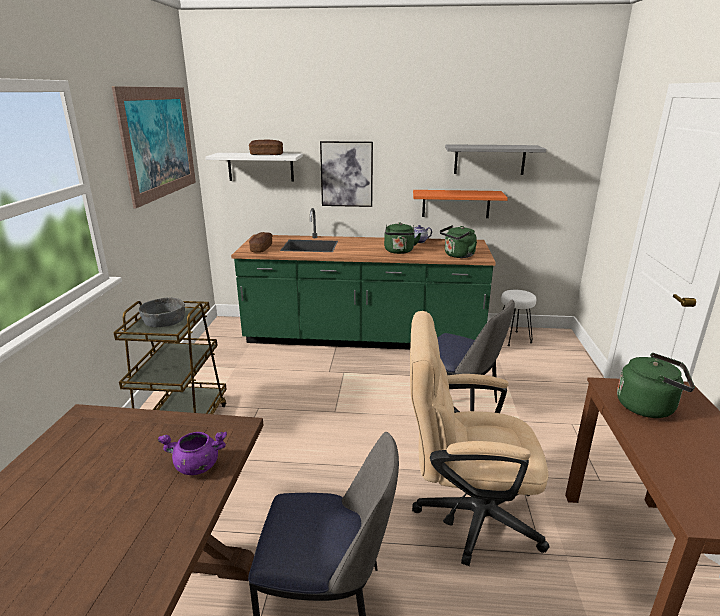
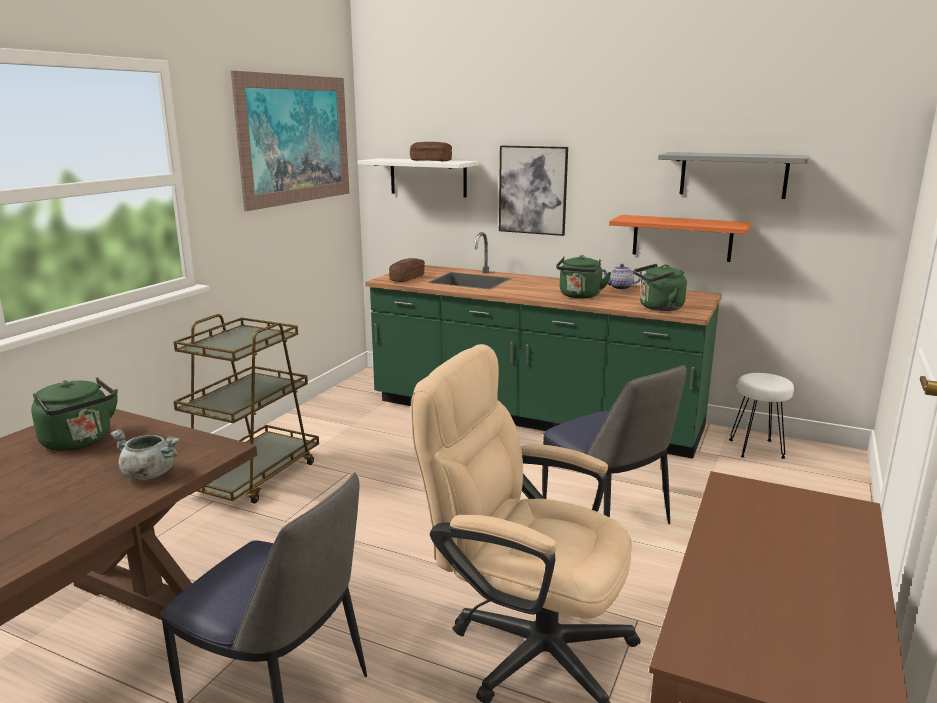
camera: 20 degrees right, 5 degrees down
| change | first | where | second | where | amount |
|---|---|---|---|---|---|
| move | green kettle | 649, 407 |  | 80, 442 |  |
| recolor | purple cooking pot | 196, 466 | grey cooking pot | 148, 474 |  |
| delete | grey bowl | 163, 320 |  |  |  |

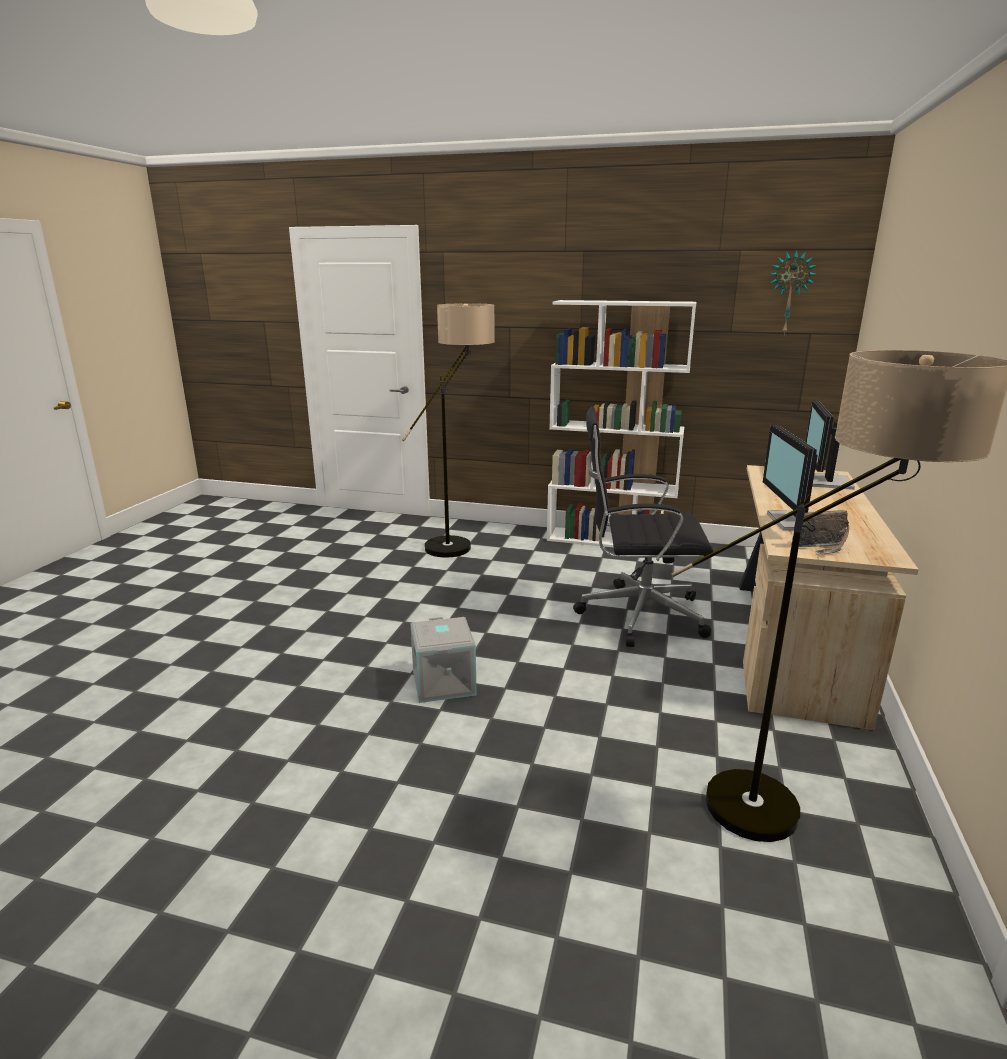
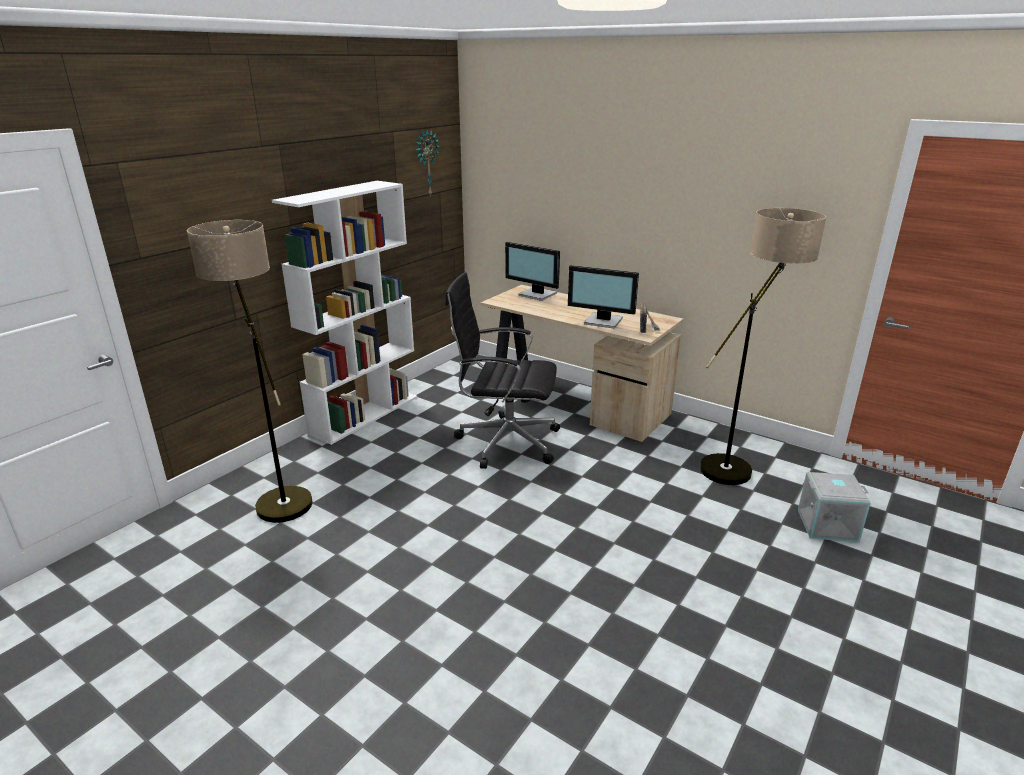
camera: 70 degrees left, 5 degrees up
| change | first | where | second | where | amount |
|---|---|---|---|---|---|
| rotate | black office chair | 637, 614 |  | 505, 441 | 75 degrees clockwise |
| move | grey storage box | 445, 683 |  | 827, 524 |  |

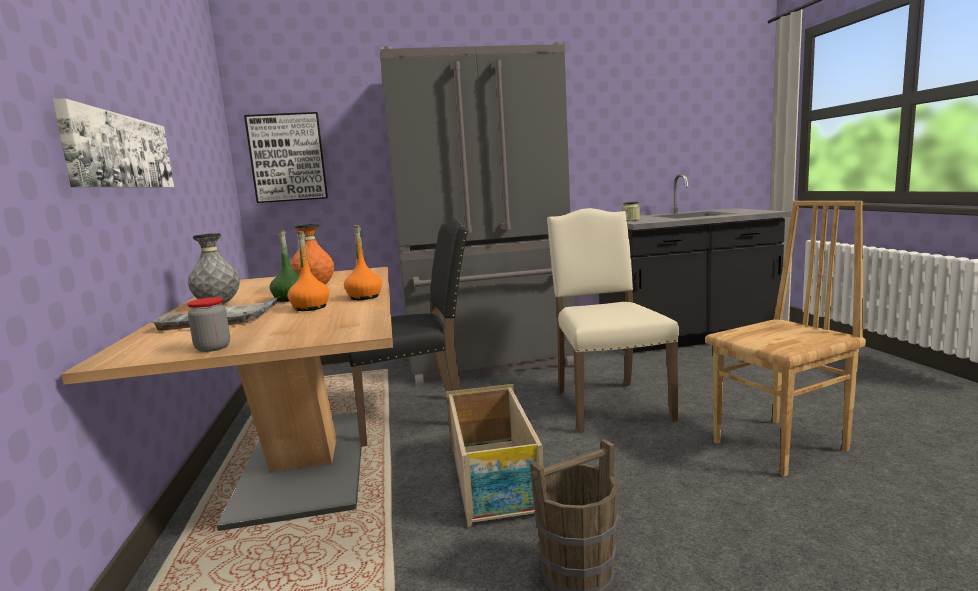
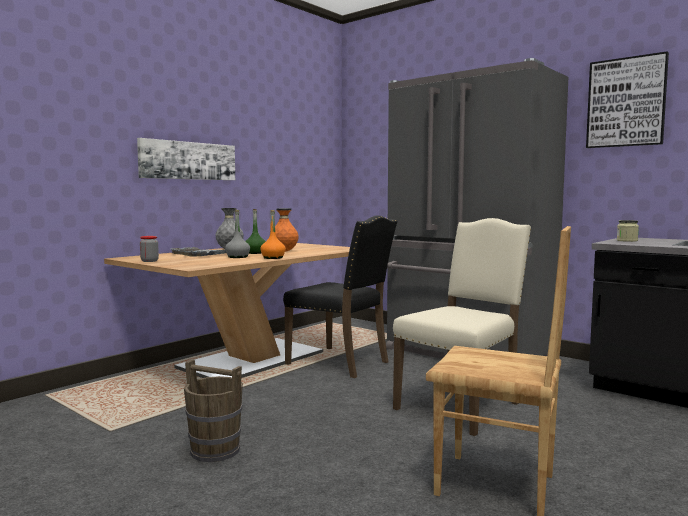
camera: 50 degrees right, 5 degrees down
| change | first | where | second | where | amount |
|---|---|---|---|---|---|
| recolor | orange bottle | 310, 307 | grey bottle | 238, 257 |  |
| move | picture | 287, 158 |  | 626, 102 |  |
| delete | crate | 494, 480 |  |  |  |

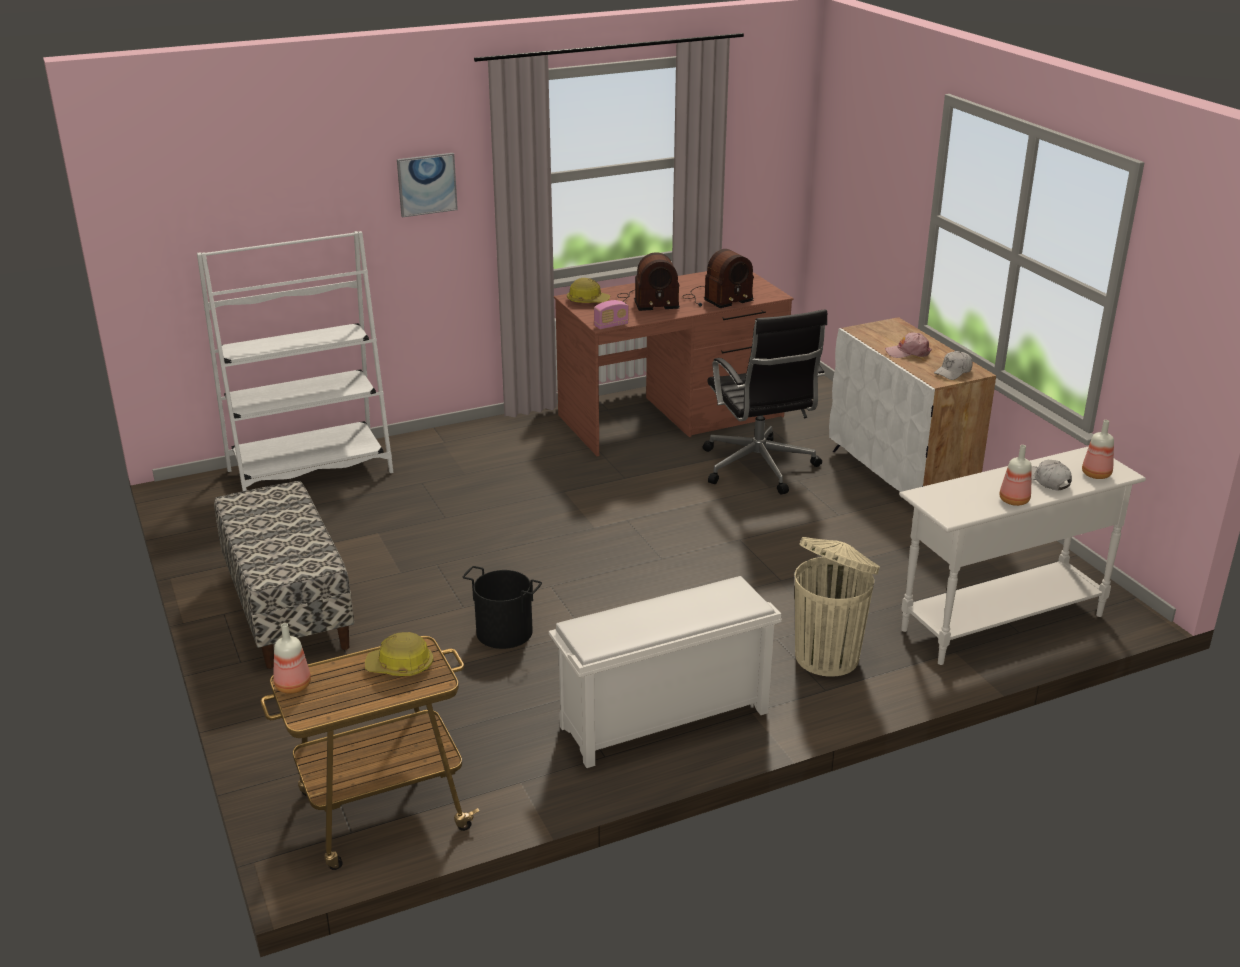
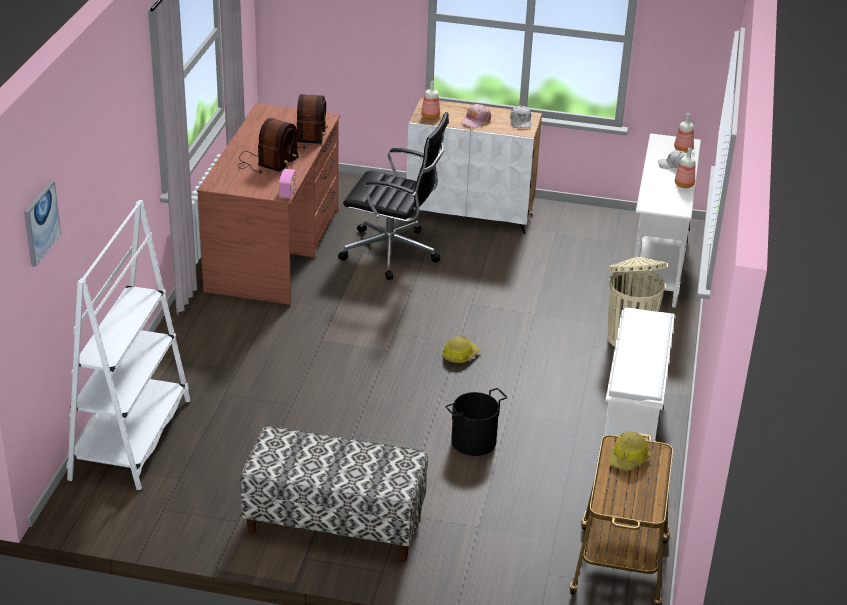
camera: 55 degrees left, 5 degrees up
| change | first | where | second | where | amount |
|---|---|---|---|---|---|
| move | picture | 427, 184 |  | 41, 223 |  |
| move | bottle | 292, 686 |  | 430, 117 |  |
| move | hard hat | 587, 301 |  | 460, 355 |  |

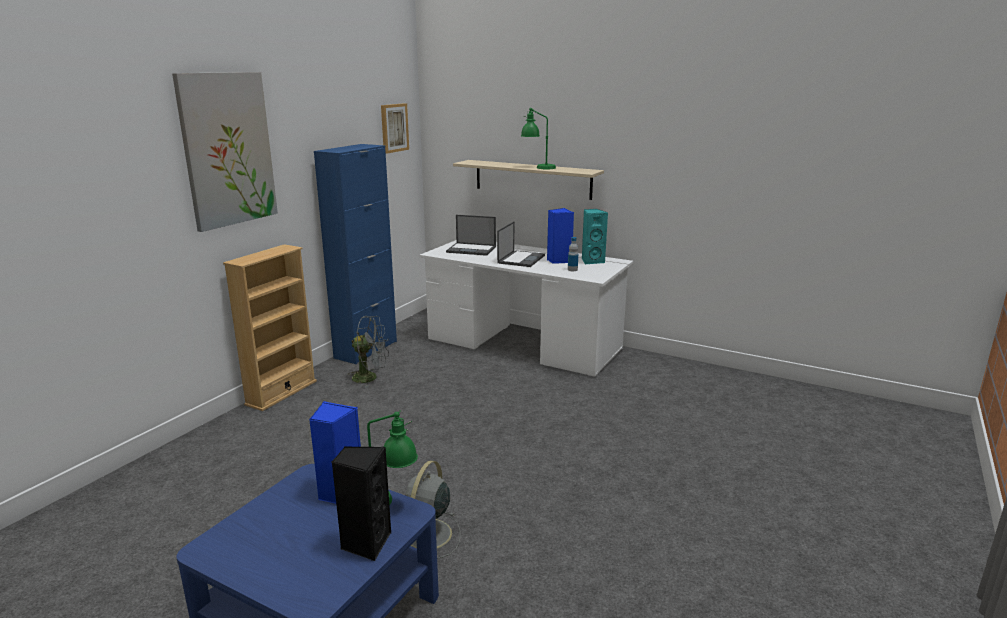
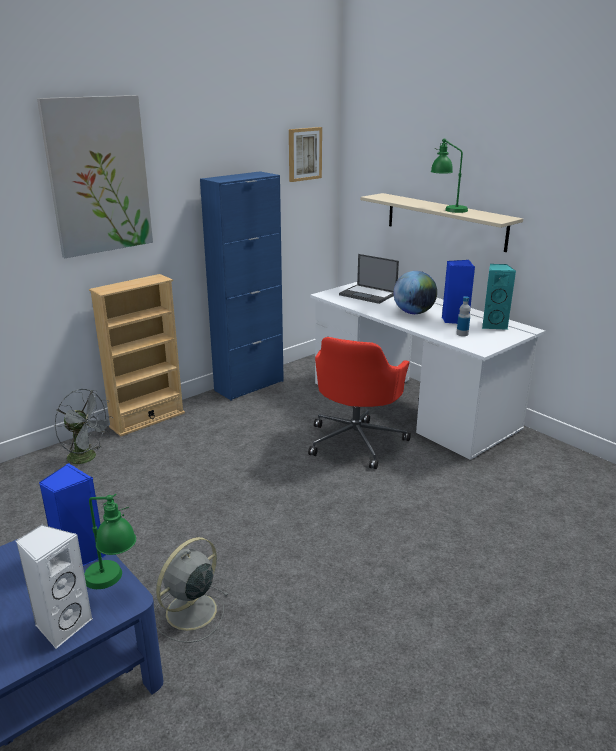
camera: 20 degrees right, 5 degrees up
| change | first | where | second | where | amount |
|---|---|---|---|---|---|
| recolor | black speaker | 365, 543 | white speaker | 62, 625 |  |
| move | grey fan | 370, 378 |  | 87, 458 |  |
| insert |  |  | red office chair | 356, 441 |  |
| replace | laptop | 521, 259 | globe | 413, 313 |  |

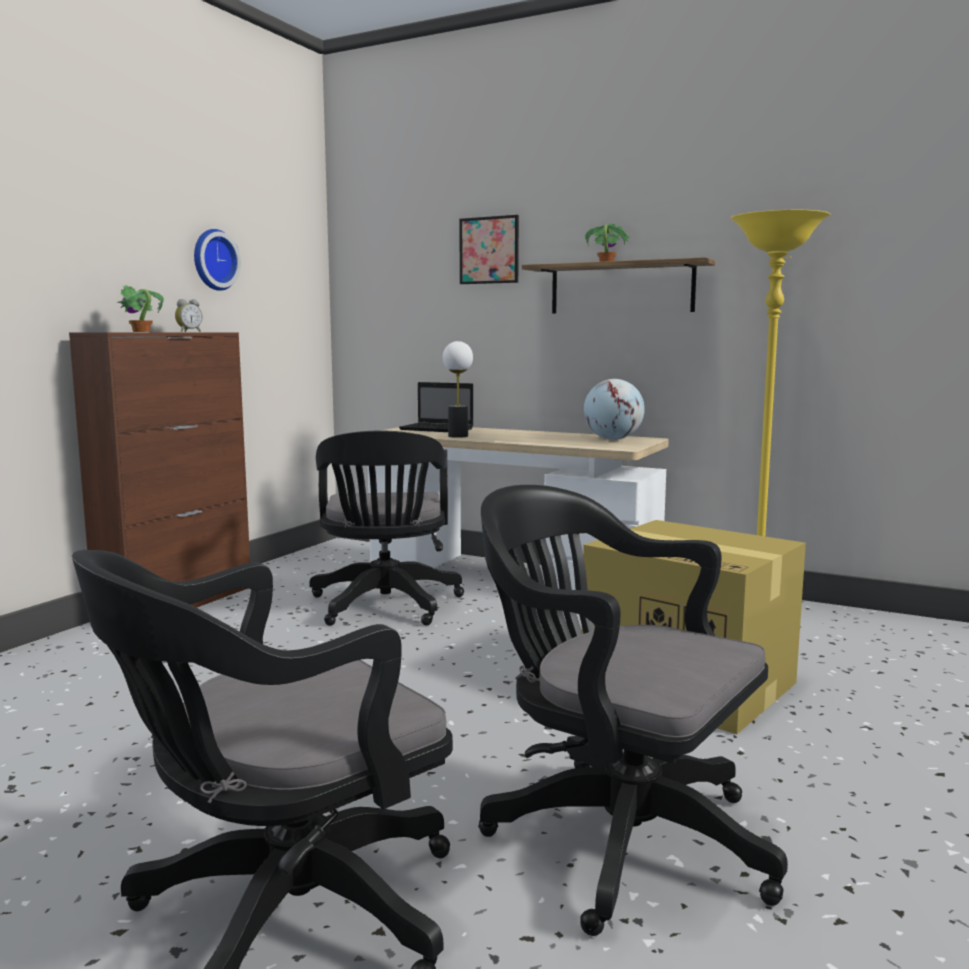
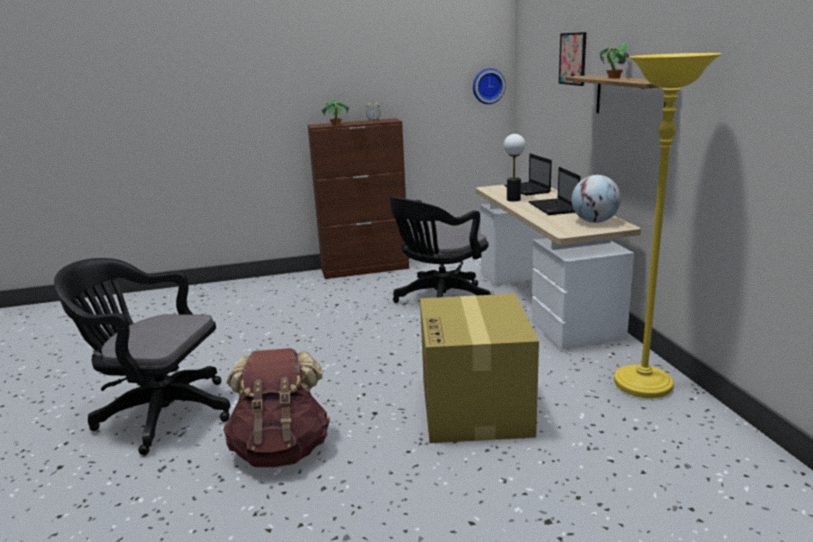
camera: 50 degrees right, 10 degrees up
| change | first | where | second | where | amount |
|---|---|---|---|---|---|
| replace | black office chair | 615, 836 | brown backpack | 281, 450 |  |
| move | wall clock | 213, 260 |  | 488, 86 |  |
| insert |  |  | laptop | 554, 208 |  |

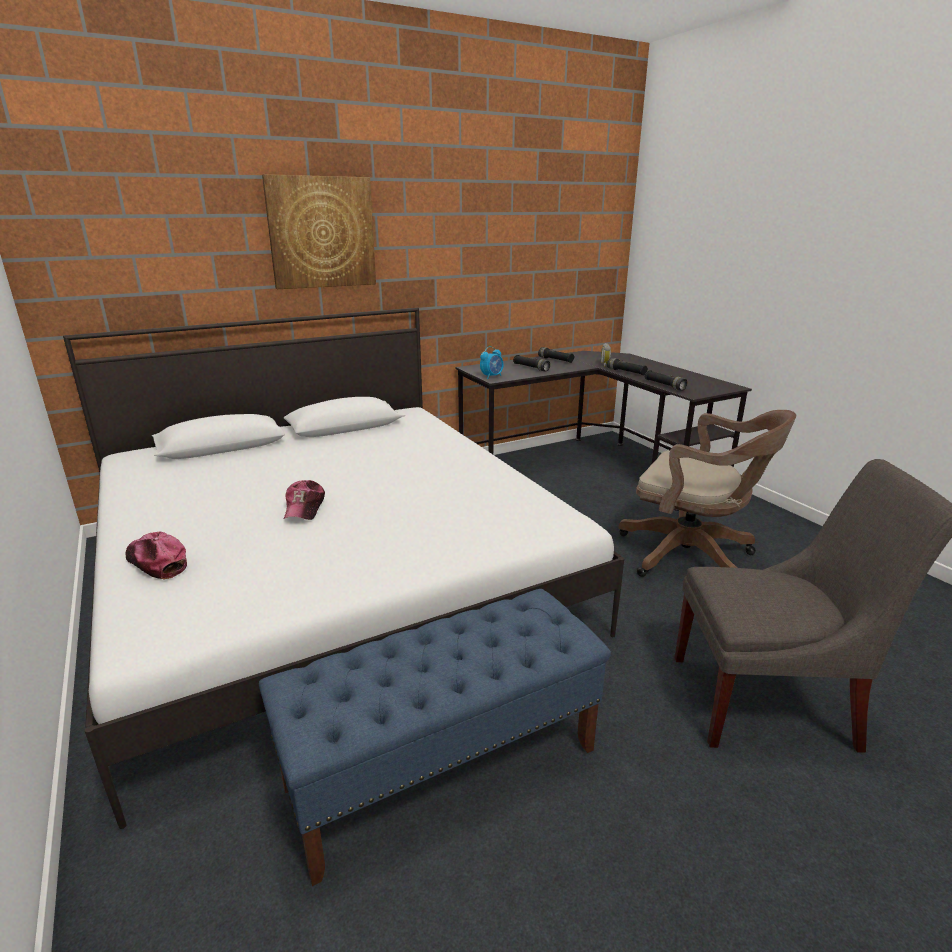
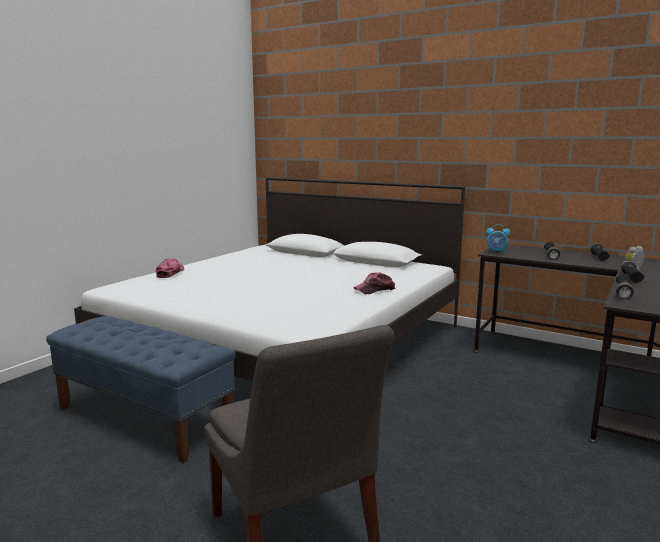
camera: 60 degrees right, 10 degrees down
| change | first | where | second | where | amount |
|---|---|---|---|---|---|
| move | cap | 304, 508 |  | 375, 290 |  |
| delete | picture | 321, 232 |  |  |  |
| delete | brown office chair | 692, 556 |  |  |  |

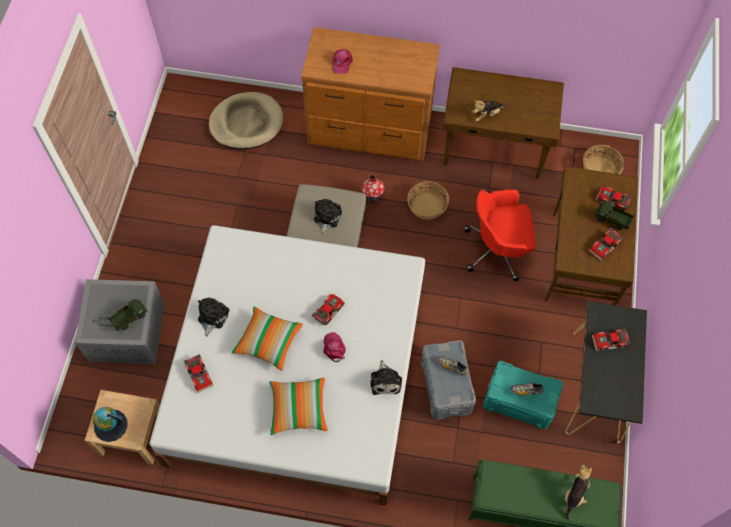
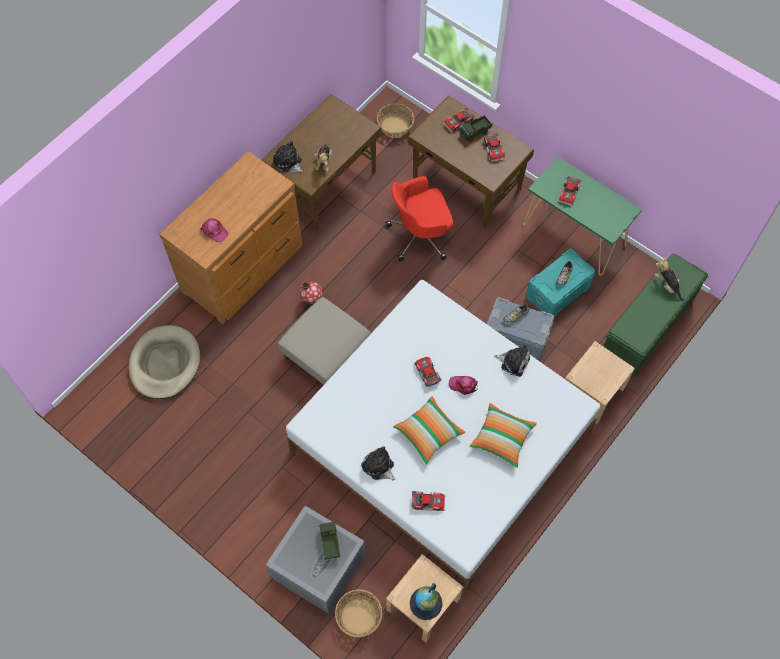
camera: 60 degrees left, 0 degrees up
| change | first | where | second | where | amount |
|---|---|---|---|---|---|
| move | plush toy | 326, 217 |  | 288, 162 |  |
| move | basket | 427, 206 |  | 358, 616 |  |
| rotate | red office chair | 497, 249 |  | 420, 236 | 45 degrees clockwise |
| recolor | black console table | 595, 387 | green console table | 574, 235 |  |
| insert |  |  | beige nightstand | 591, 392 |  |

